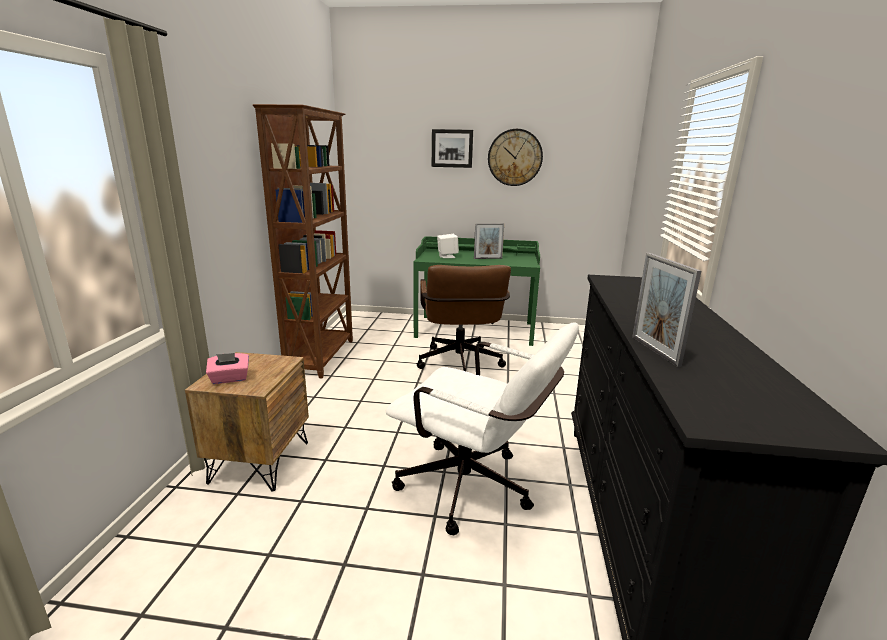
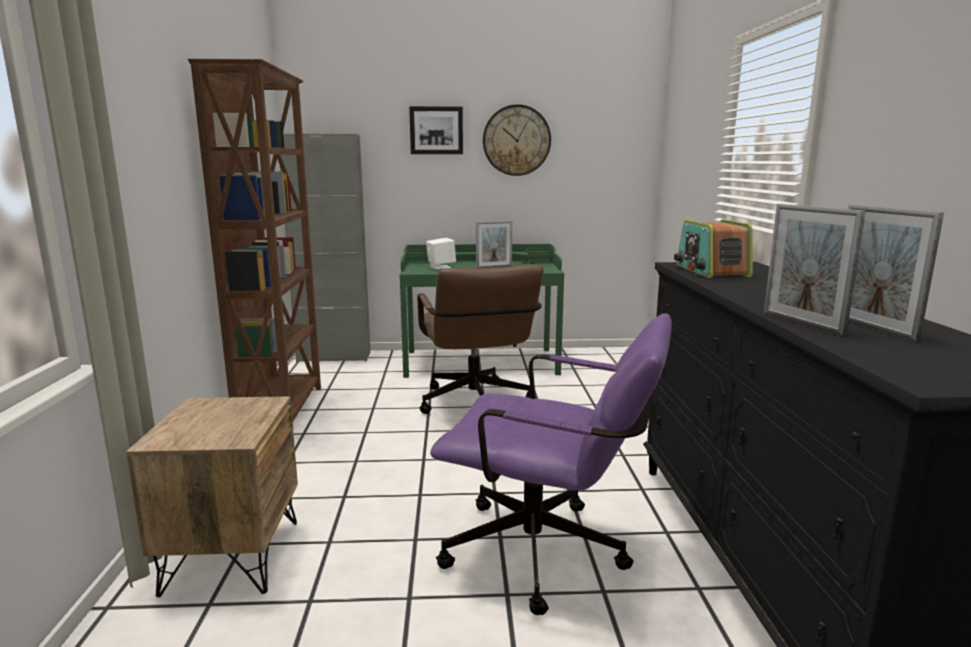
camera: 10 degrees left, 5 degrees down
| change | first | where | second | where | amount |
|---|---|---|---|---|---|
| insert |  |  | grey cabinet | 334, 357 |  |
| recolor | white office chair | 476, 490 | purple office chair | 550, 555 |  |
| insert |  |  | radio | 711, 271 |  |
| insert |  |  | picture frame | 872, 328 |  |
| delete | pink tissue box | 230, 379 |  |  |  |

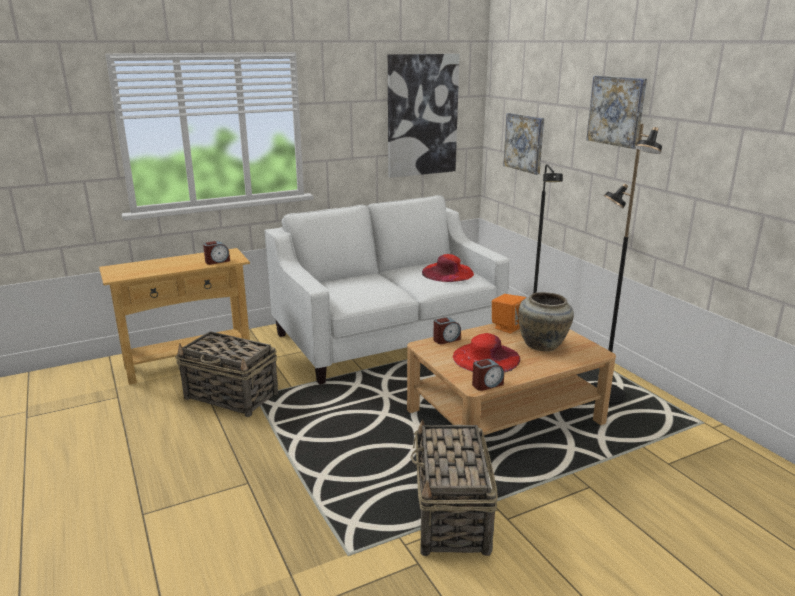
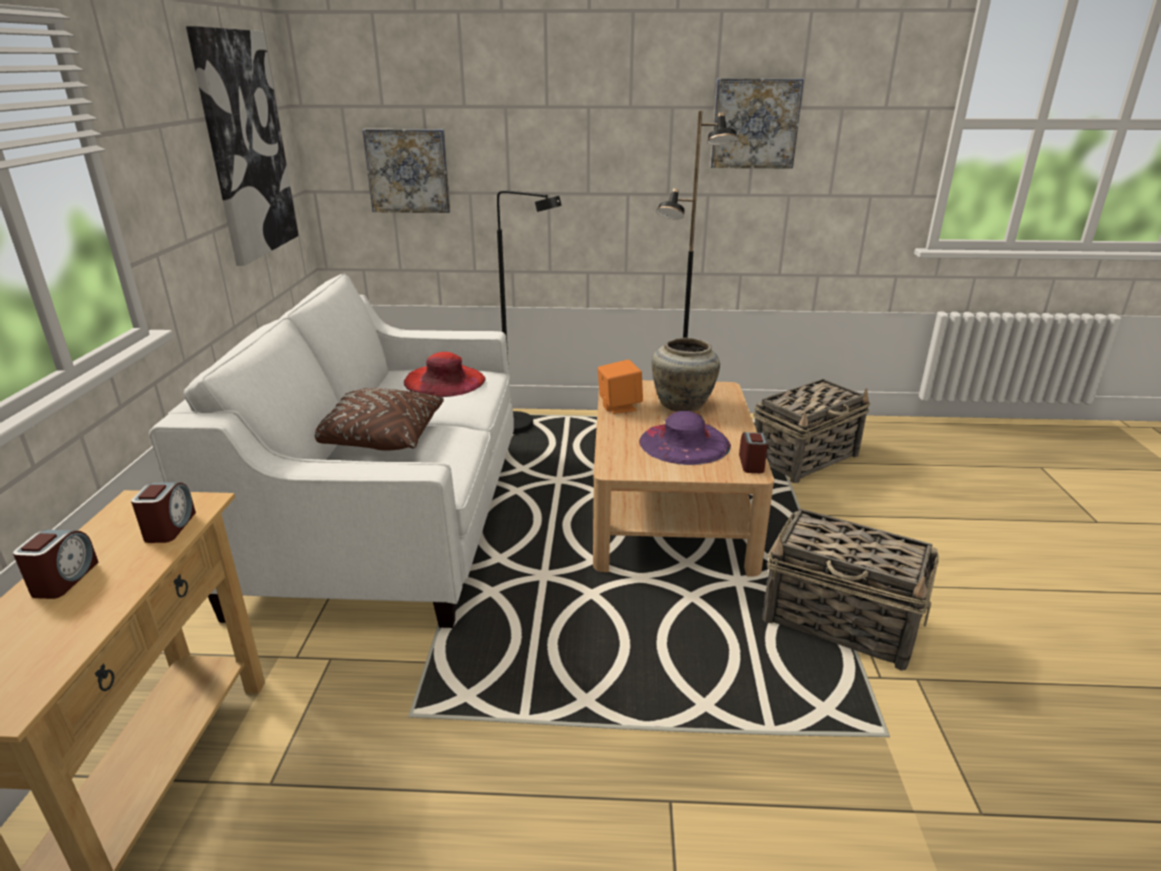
camera: 60 degrees left, 5 degrees up
| change | first | where | second | where | amount |
|---|---|---|---|---|---|
| move | alarm clock | 446, 339 |  | 64, 579 |  |
| insert |  |  | brown pillow | 379, 437 |  |
| recolor | red hat | 486, 357 | purple hat | 684, 443 |  |
| move | picture | 617, 111 |  | 755, 123 |  |
| move | basket | 232, 396 |  | 805, 457 |  |

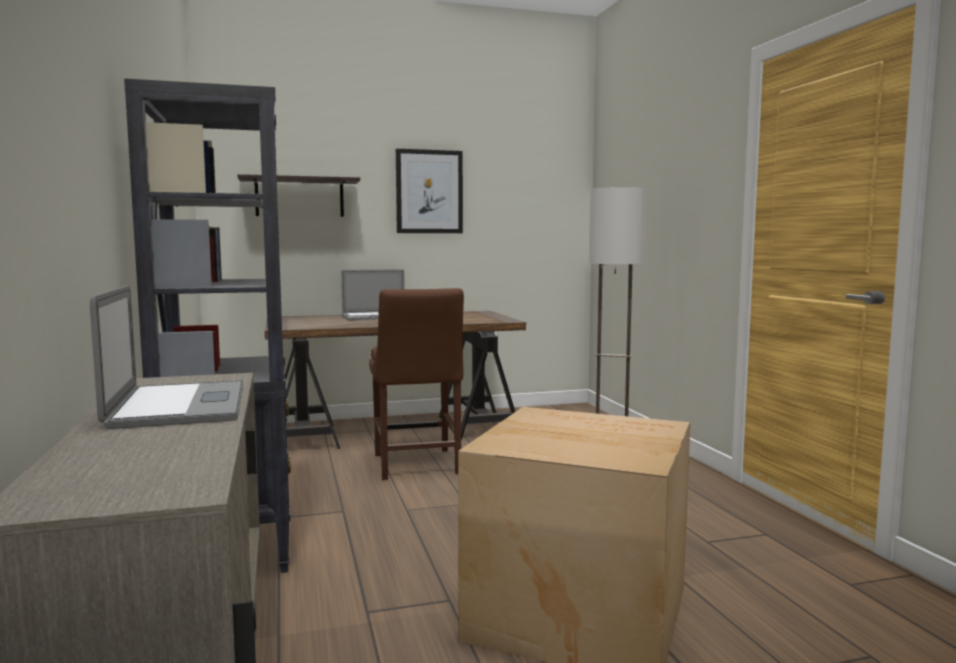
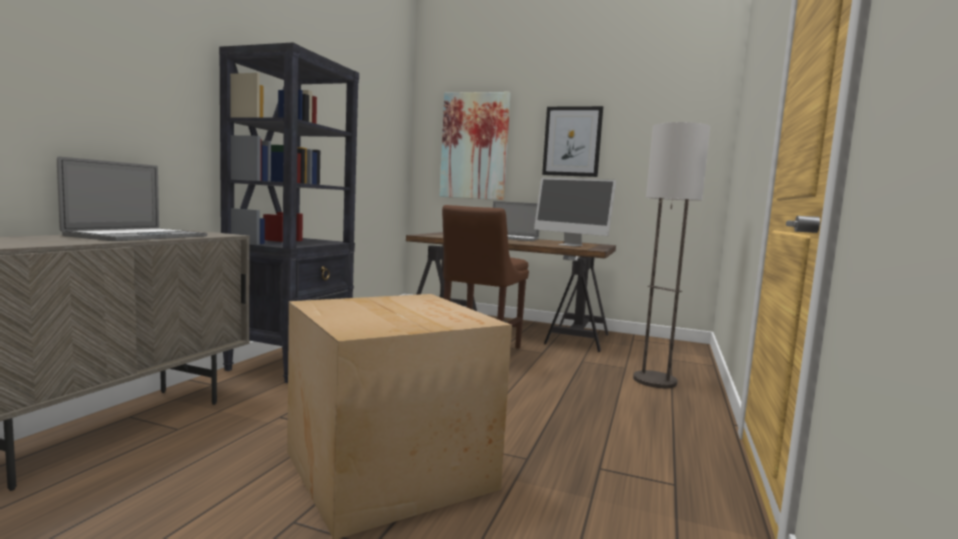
camera: 35 degrees right, 0 degrees up
| change | first | where | second | where | amount |
|---|---|---|---|---|---|
| replace | shelf | 299, 197 | picture | 474, 146 |  |
| insert |  |  | monitor | 570, 245 |  |

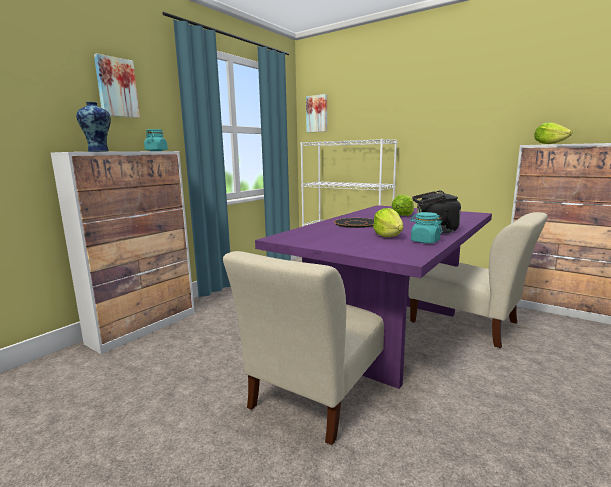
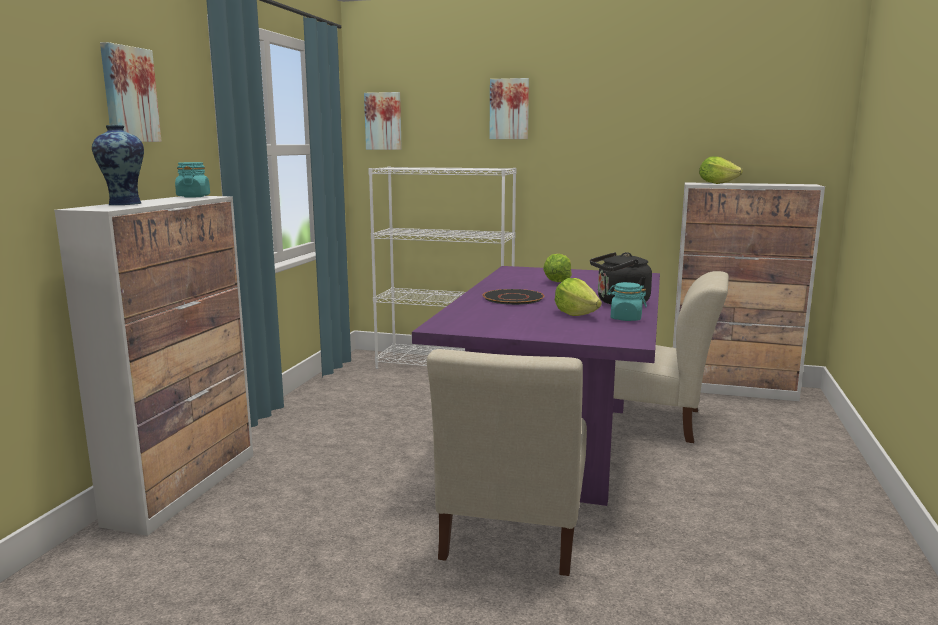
camera: 20 degrees left, 0 degrees up
| change | first | where | second | where | amount |
|---|---|---|---|---|---|
| insert |  |  | picture | 509, 109 |  |

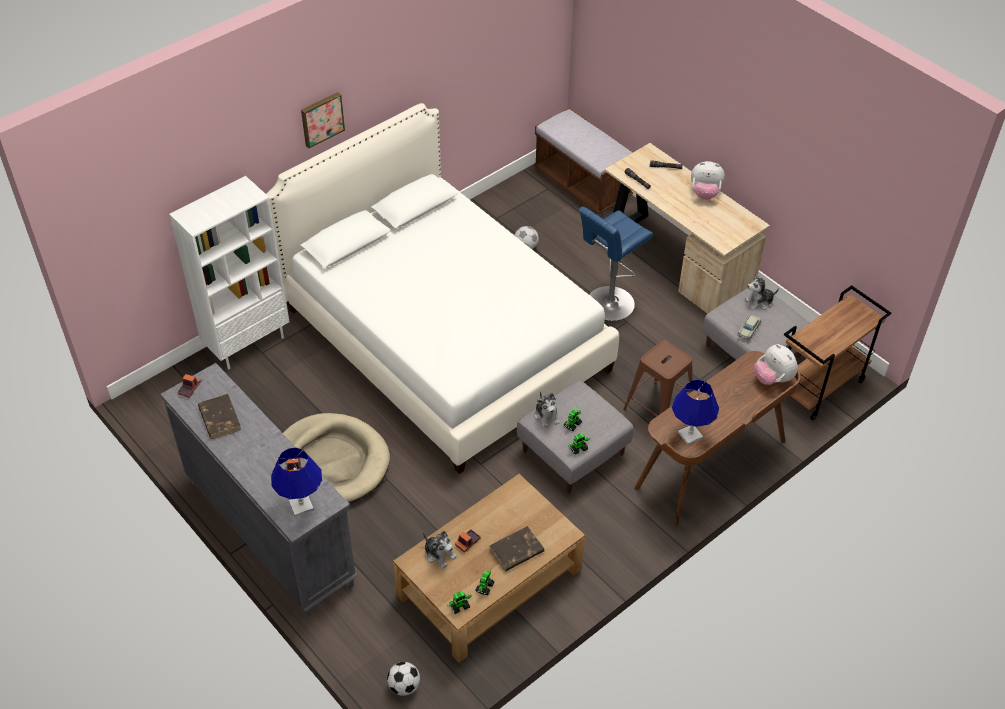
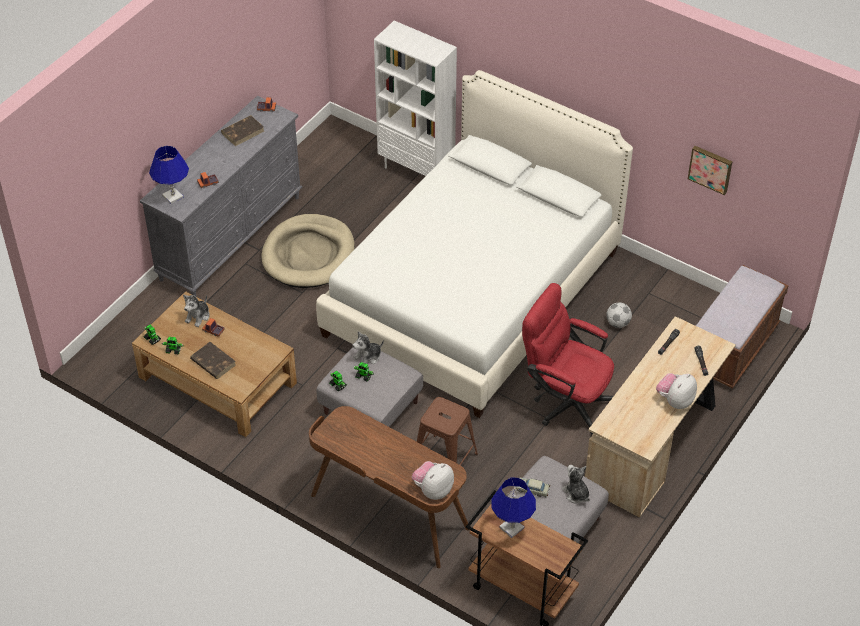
camera: 75 degrees right, 0 degrees up
| change | first | where | second | where | amount |
|---|---|---|---|---|---|
| move | blue table lamp | 690, 435 |  | 512, 527 |  |
| replace | blue stool | 608, 305 | red office chair | 565, 400 |  |
| rotate | plush toy | 705, 193 |  | 675, 400 | 45 degrees clockwise |
| move | picture | 321, 119 |  | 710, 169 |  |
| delete | football | 404, 686 |  |  |  |

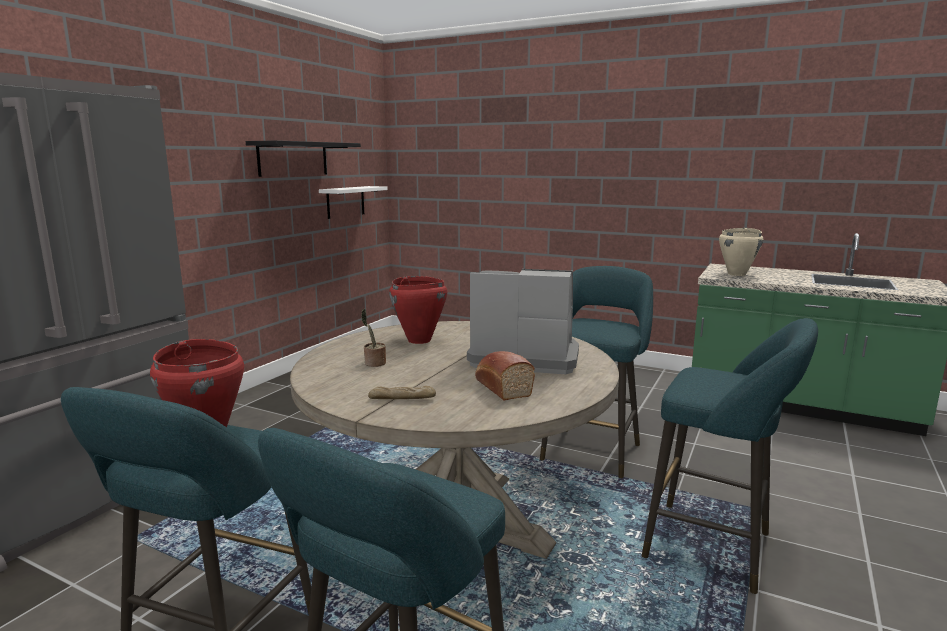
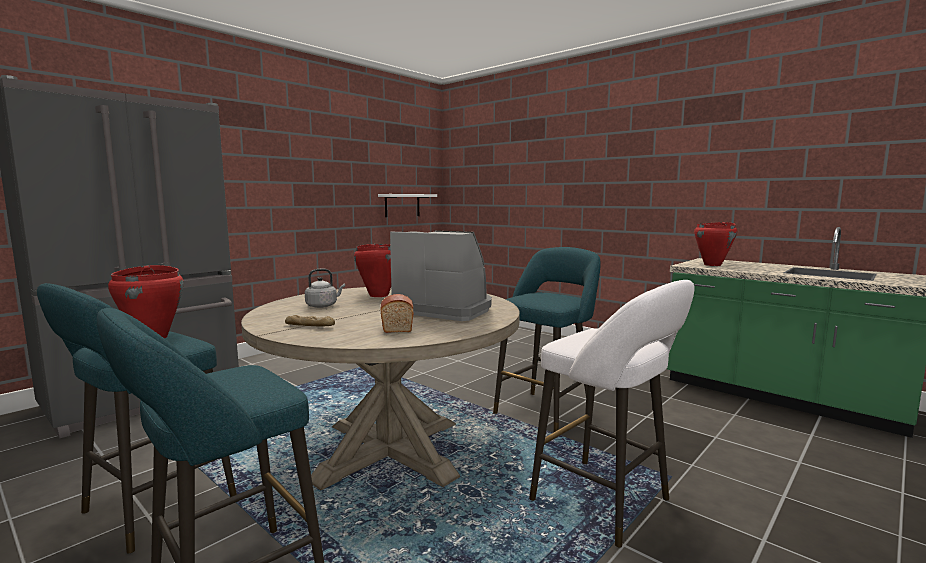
camera: 15 degrees right, 5 degrees down
| change | first | where | second | where | amount |
|---|---|---|---|---|---|
| replace | potted plant | 374, 363 | grey kettle | 323, 306 |  |
| recolor | turquoise stool | 716, 548 | white stool | 607, 503 |  |
| recolor | beige cooking pot | 737, 274 | red cooking pot | 713, 265 |  |
| delete | black shelf | 293, 159 |  |  |  |

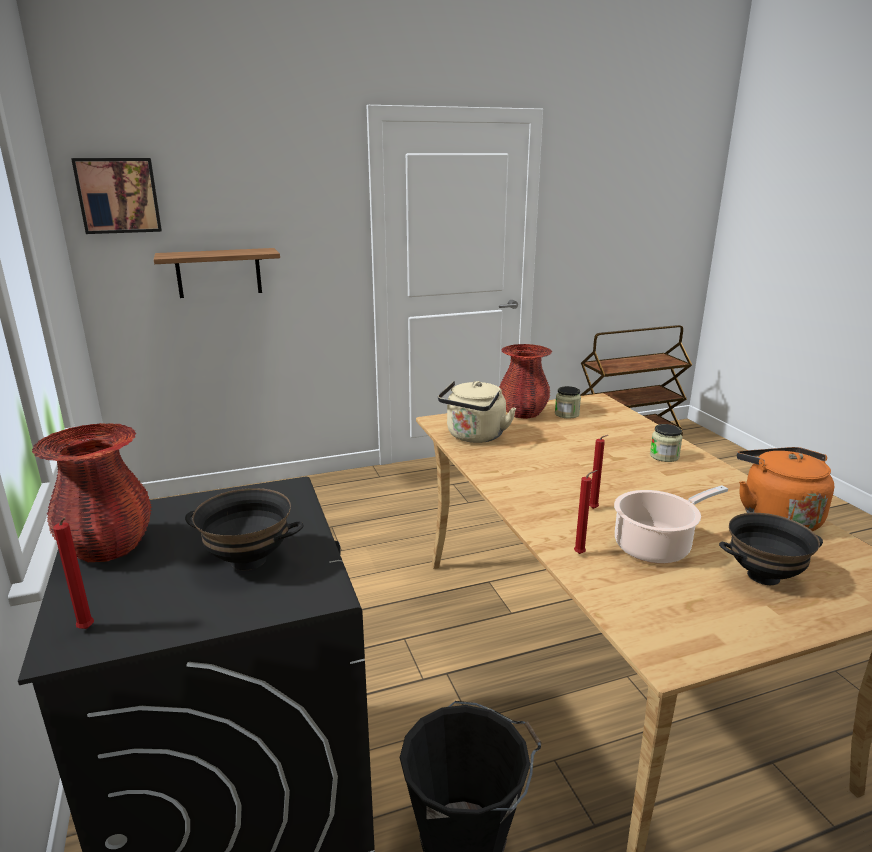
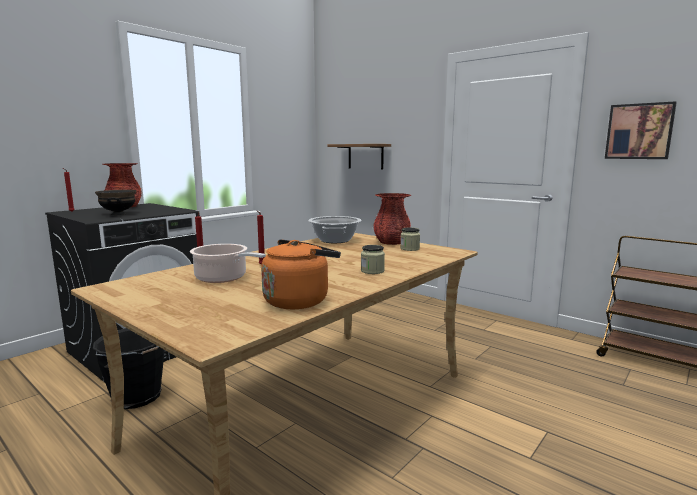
camera: 60 degrees right, 10 degrees down
| change | first | where | second | where | amount |
|---|---|---|---|---|---|
| replace | beige kettle | 474, 437 | cooking pot | 334, 240 |  |
| move | picture | 118, 195 |  | 639, 131 |  |
| delete | black bowl | 763, 577 |  |  |  |

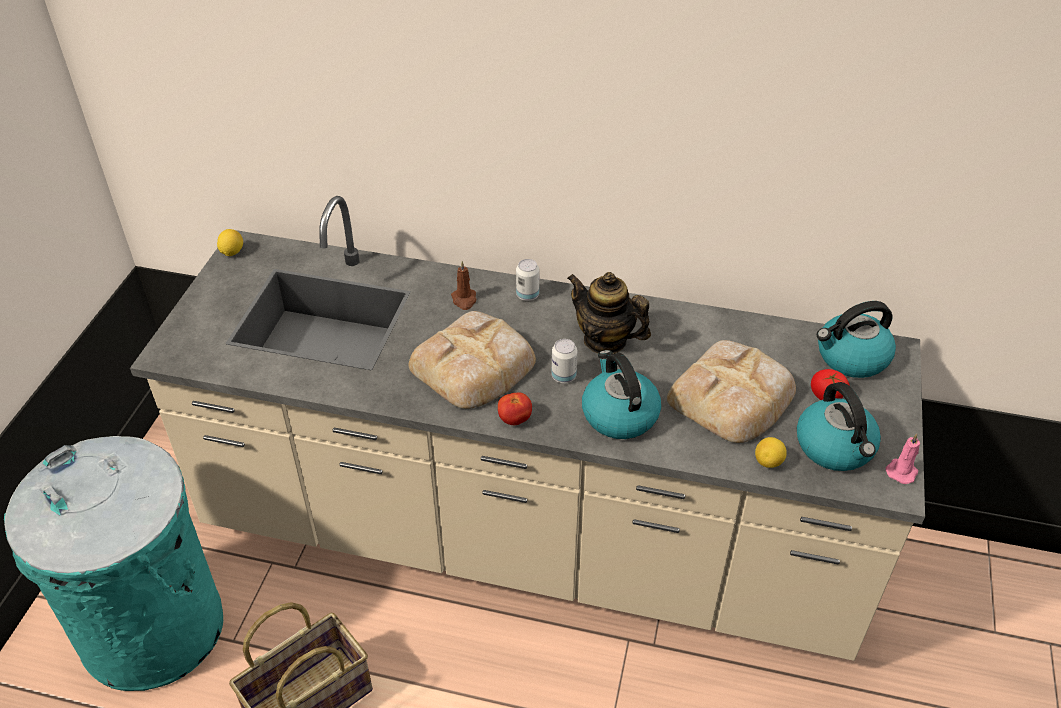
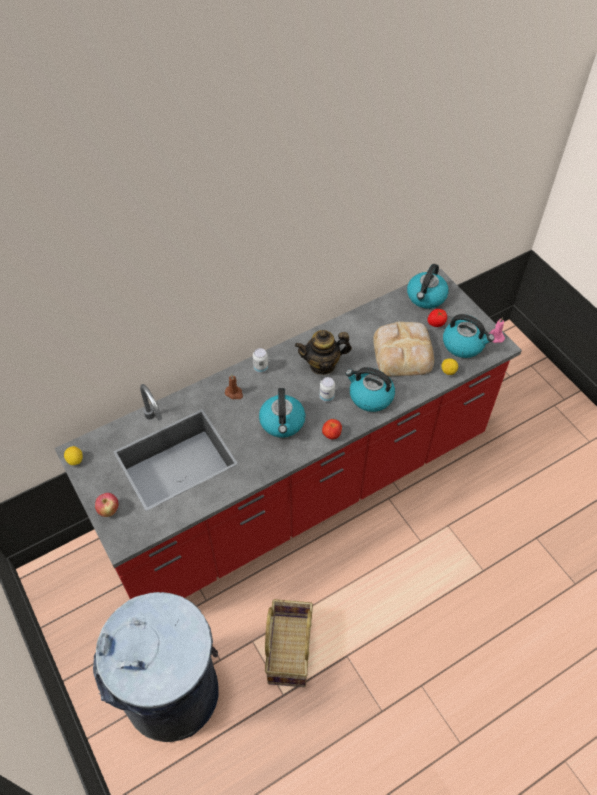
camera: 45 degrees left, 10 degrees up
| change | first | where | second | where | amount |
|---|---|---|---|---|---|
| recolor | beige counter | 530, 536 | red counter | 298, 489 |  |
| recolor | turquoise trash can | 152, 629 | grey trash can | 173, 693 |  |
| insert |  |  | apple | 109, 510 |  |
| replace | bread | 475, 366 | kettle | 282, 423 |  |

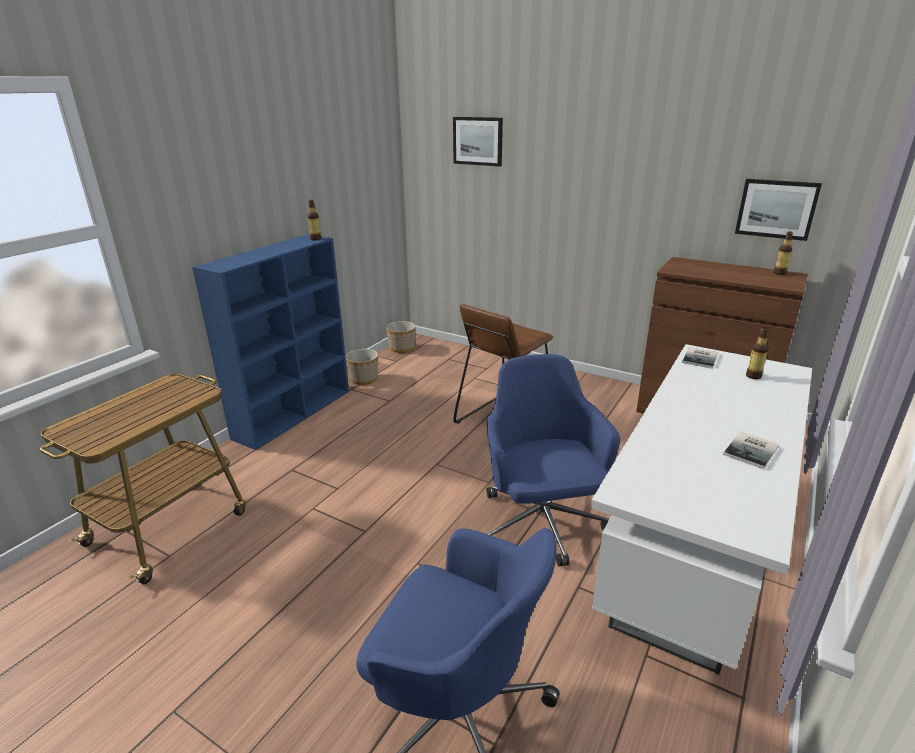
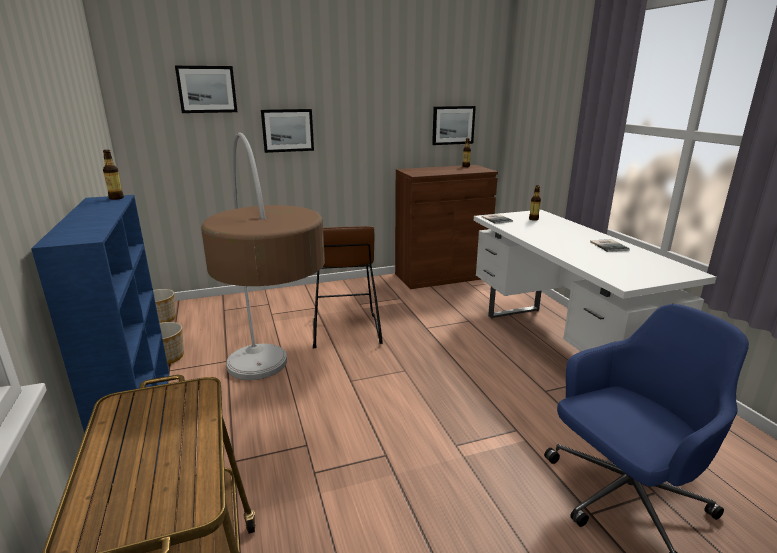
camera: 50 degrees left, 5 degrees down
| change | first | where | second | where | amount |
|---|---|---|---|---|---|
| insert |  |  | floor lamp | 272, 410 |  |
| insert |  |  | picture | 287, 130 |  |
| delete | blue office chair | 541, 526 |  |  |  |

